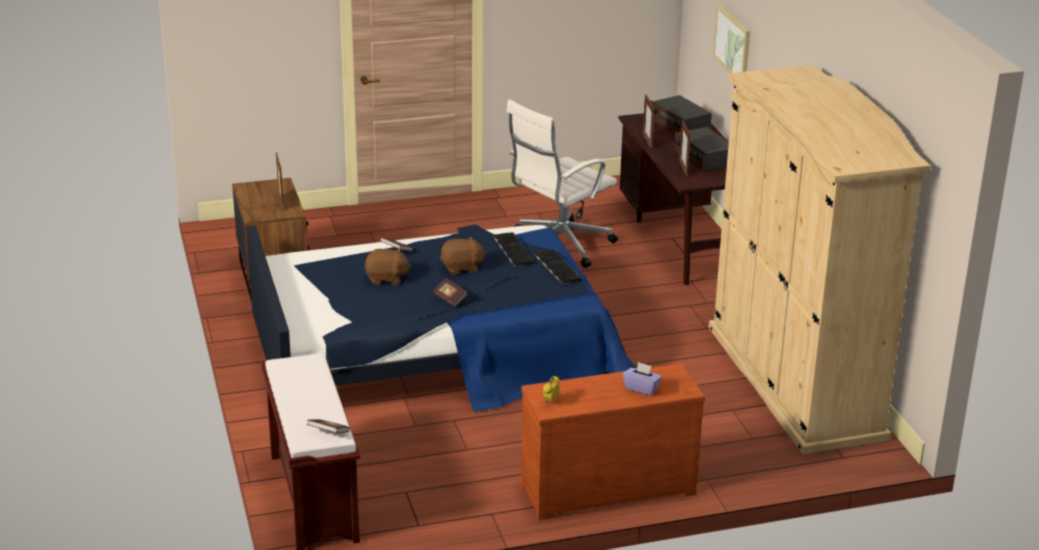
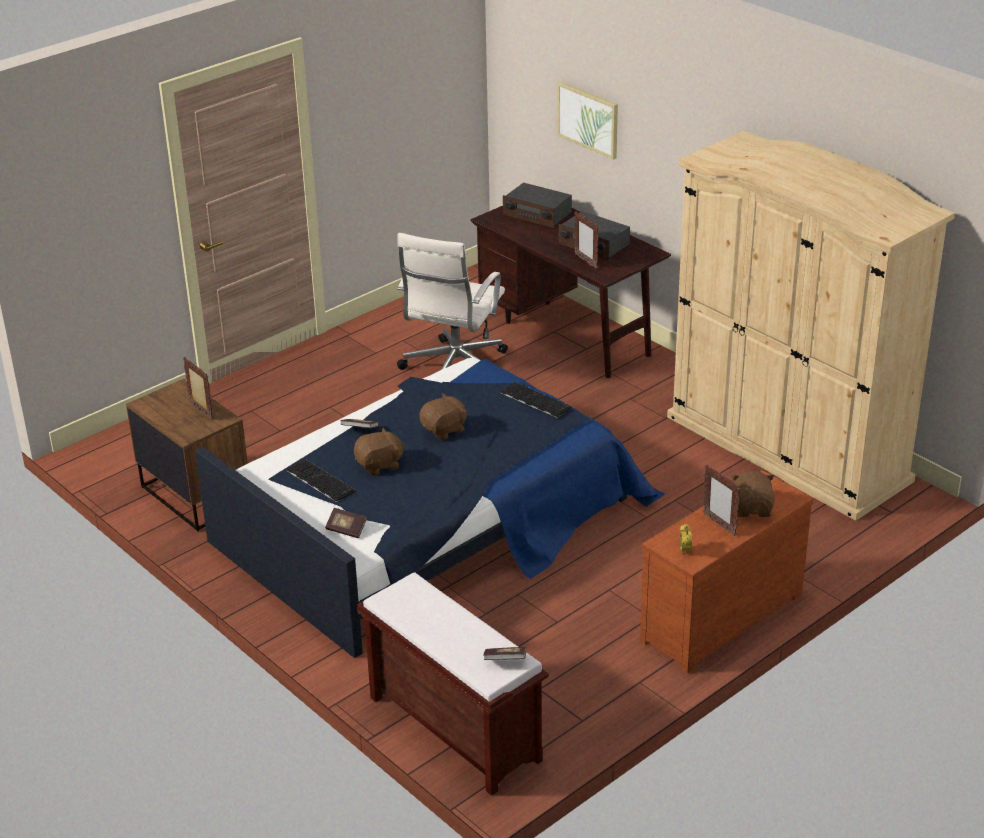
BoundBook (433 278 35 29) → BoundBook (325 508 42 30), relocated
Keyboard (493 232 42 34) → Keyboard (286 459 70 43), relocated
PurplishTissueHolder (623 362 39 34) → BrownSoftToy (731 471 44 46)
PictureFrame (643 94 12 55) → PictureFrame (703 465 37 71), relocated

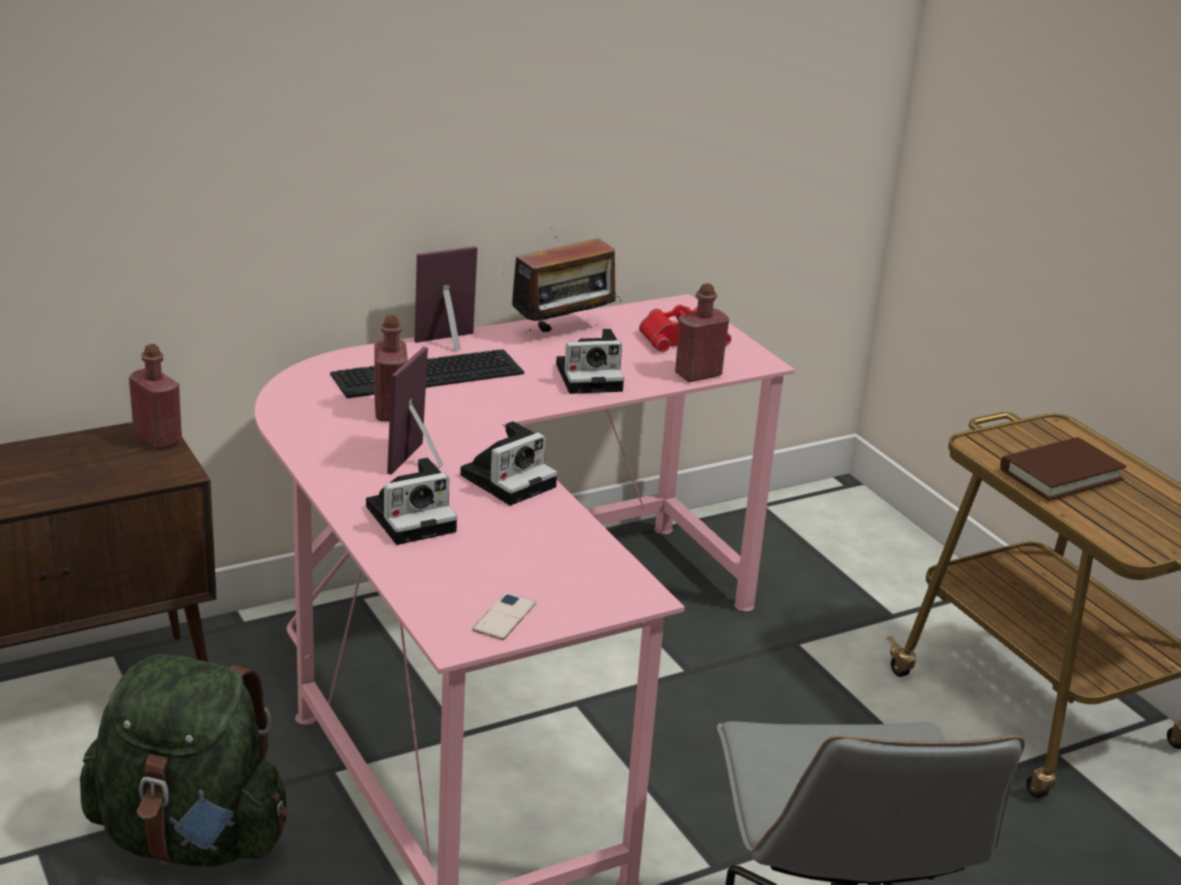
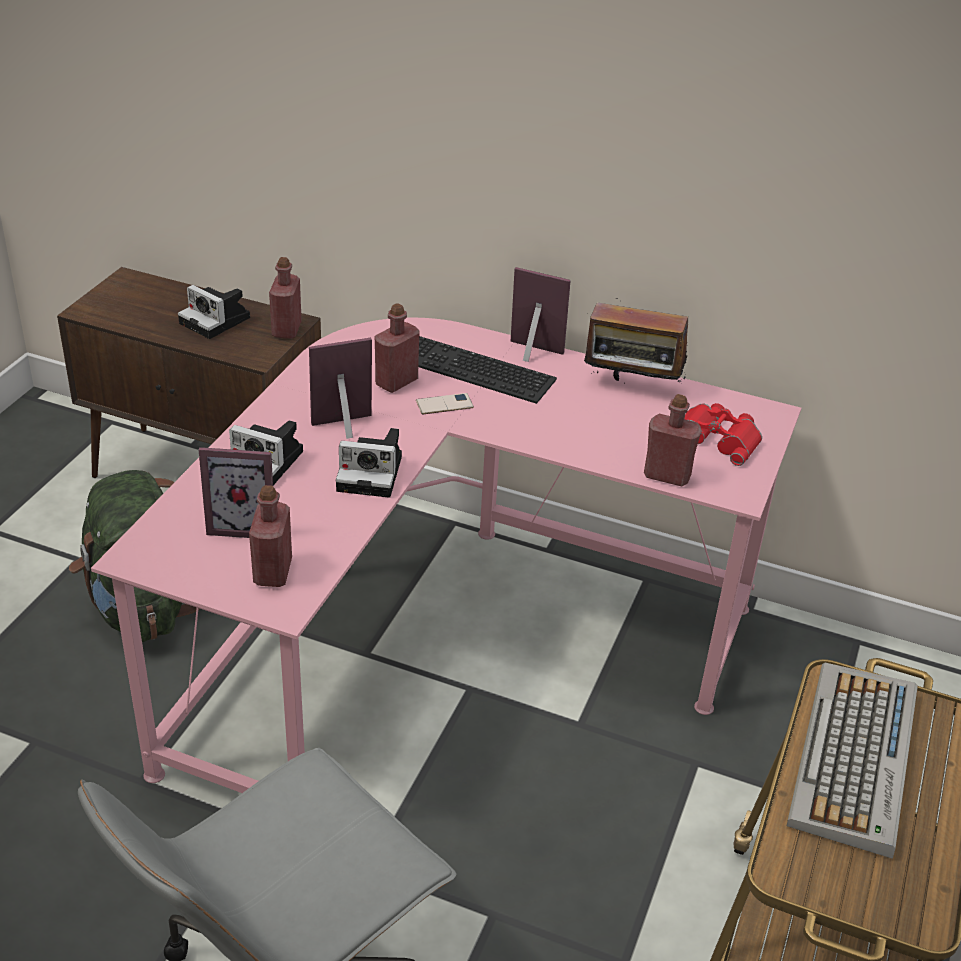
Phone (472 592 64 48) → Phone (416 393 58 21), relocated
PhotoCamera (556 329 68 65) → PhotoCamera (178 285 72 54), relocated
BrownBoundBook (1000 437 126 64) → Keyboard (787 663 131 196)
- → PictureFrame (199 447 74 91)
- → RedColouredBeverageBottle (249 485 43 102)

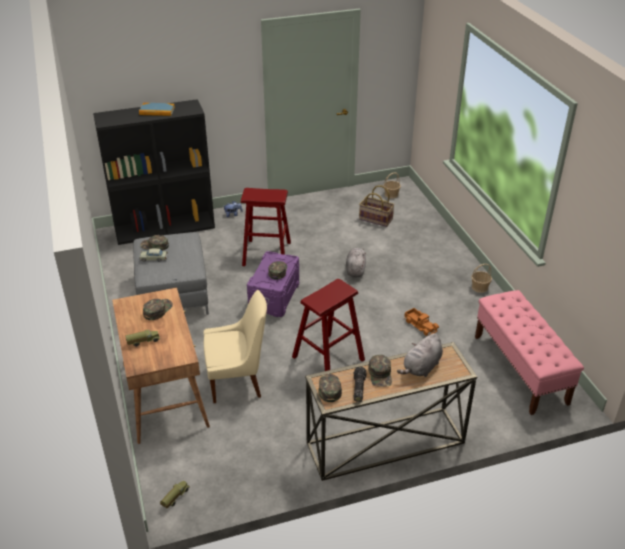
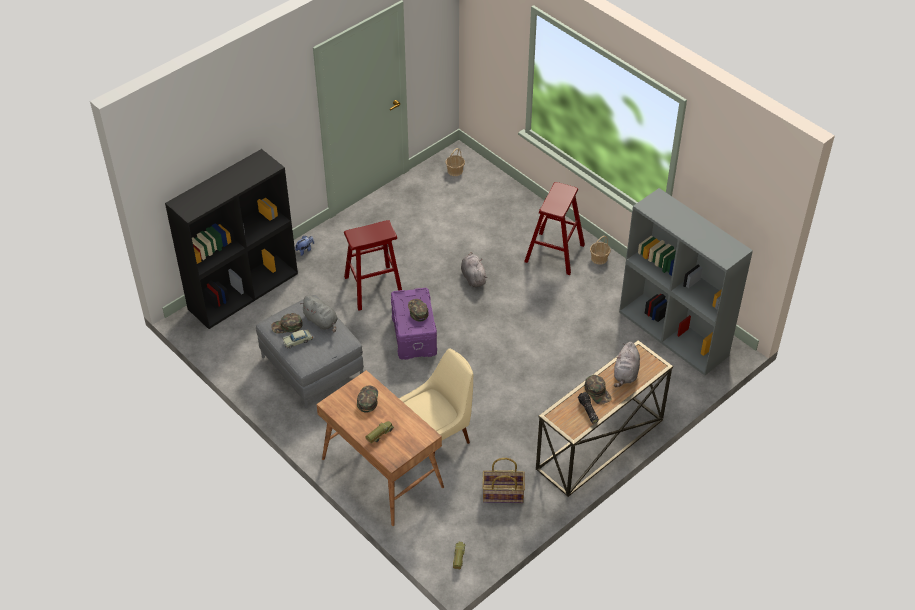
BoundBook (139 103 36 13) → -
RedColouredSittingStool (292 279 73 92) → RedColouredSittingStool (524 182 61 93), relocated
GreenColouredBaseballCap (318 374 24 28) → -
StorageBasket (359 185 36 42) → StorageBasket (483 458 42 45), relocated
ToyTruck (405 308 34 28) → -
PinkBench (475 290 109 125) → GreyBookcase (619 188 134 187)
- → GreySoftToy (300 296 38 36)

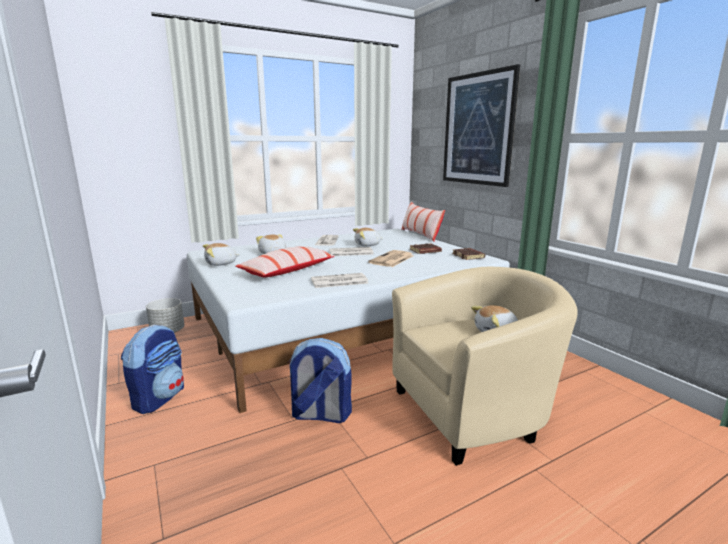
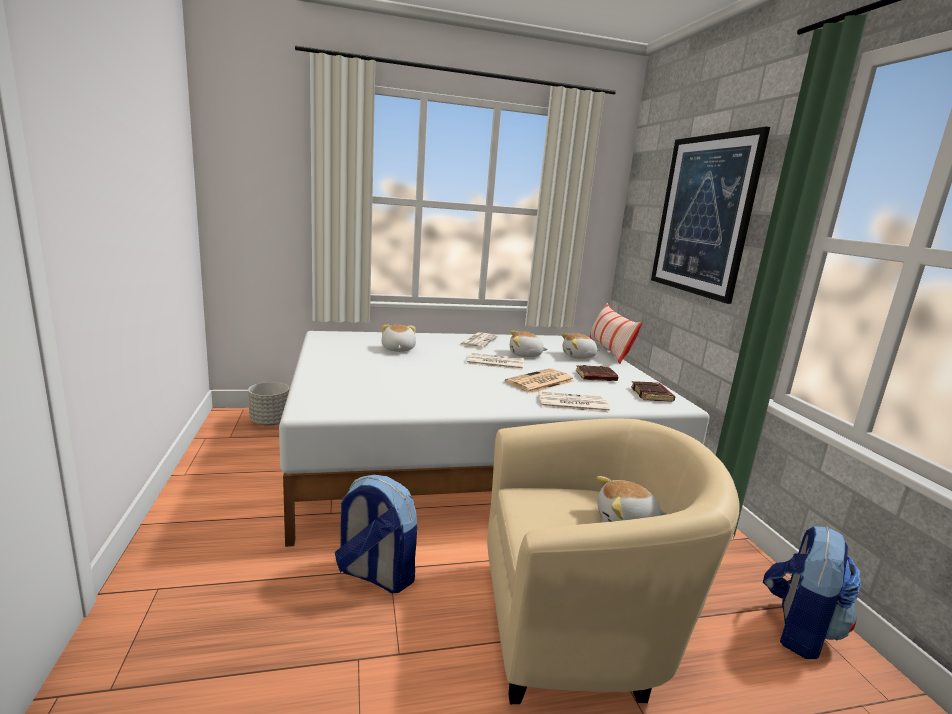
Rucksack (121 324 63 90) → Rucksack (763 526 98 133), relocated
SoftToy (203 243 37 23) → SoftToy (561 333 38 26), relocated
Cushion (235 246 100 31) → -
Newspaper (311 273 57 15) → Newspaper (538 391 72 22), relocated

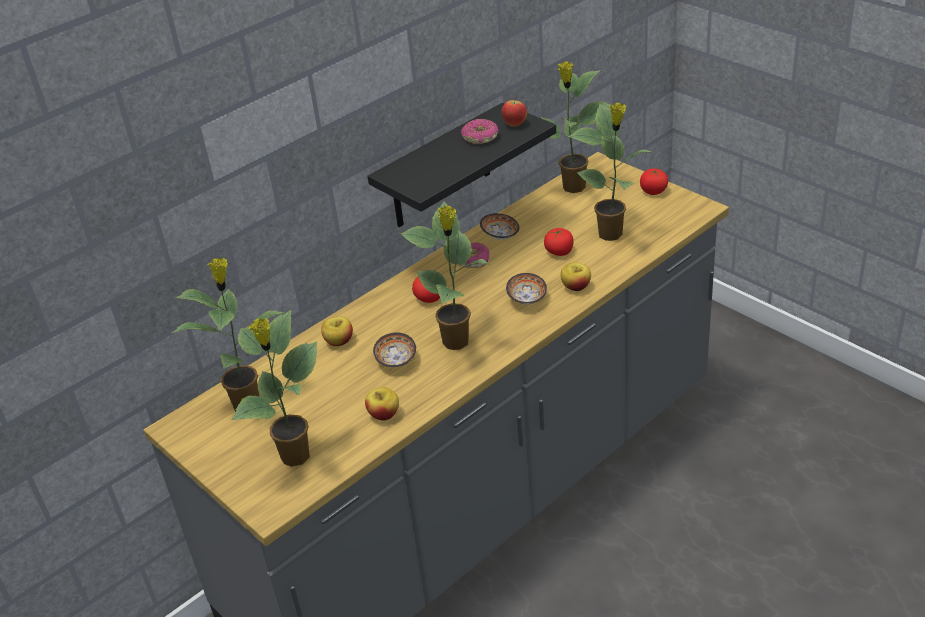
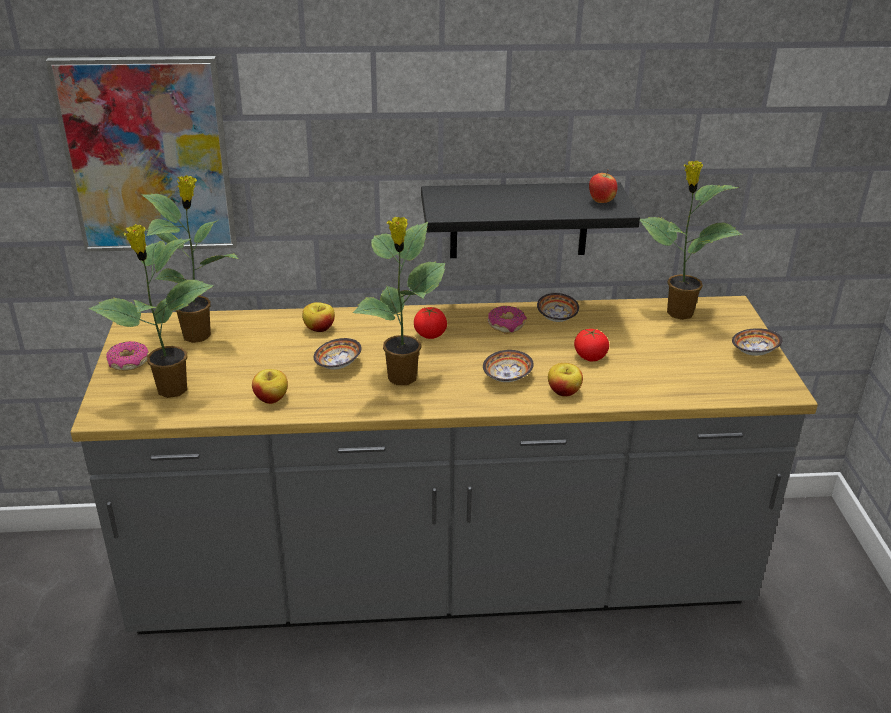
Doughnut (461 119 38 25) → Doughnut (106 341 42 30), relocated
PlantInAPot (568 103 83 138) → -
WholeTomato (640 168 29 27) → ServingBowl (732 328 50 28)
- → WallArt (46 56 191 196)

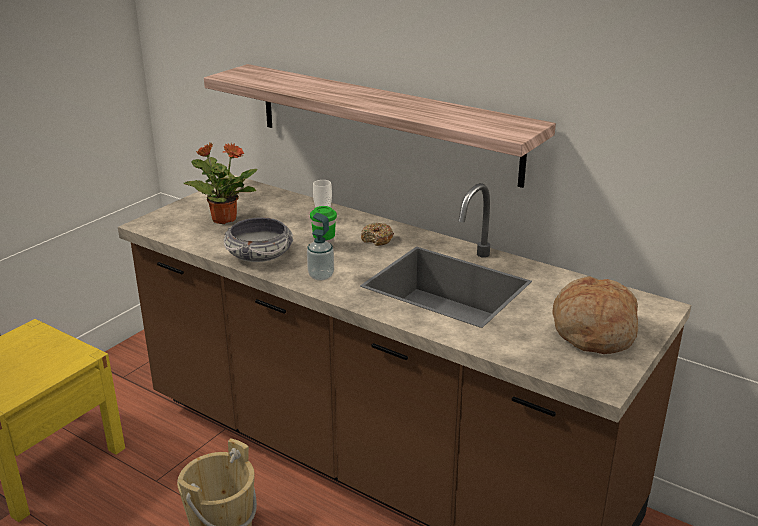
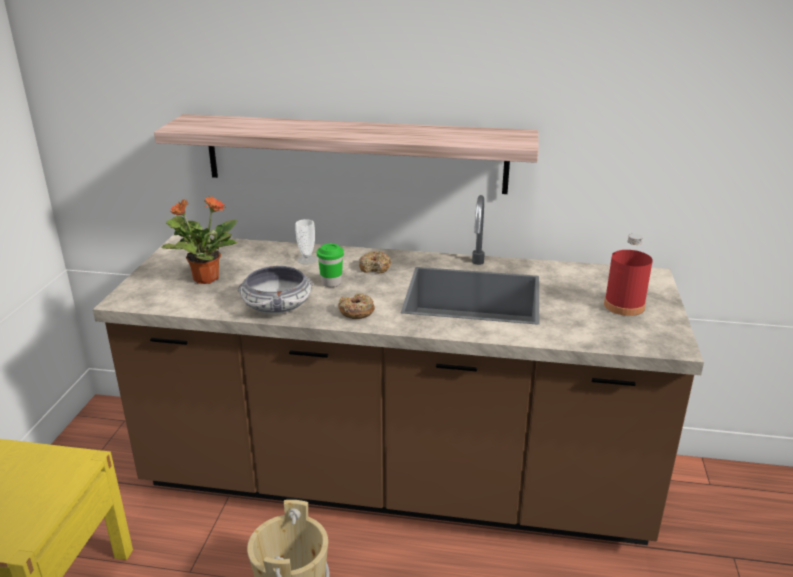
SoapBottle (307 213 27 68) → Doughnut (338 293 37 26)
Bread (552 276 86 78) → RedColouredBeverageBottle (604 234 49 82)

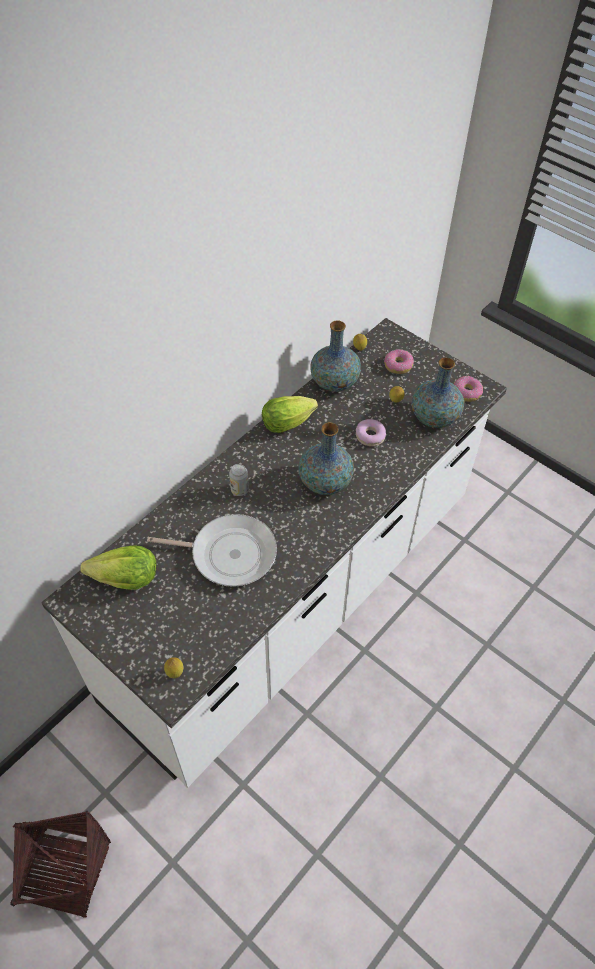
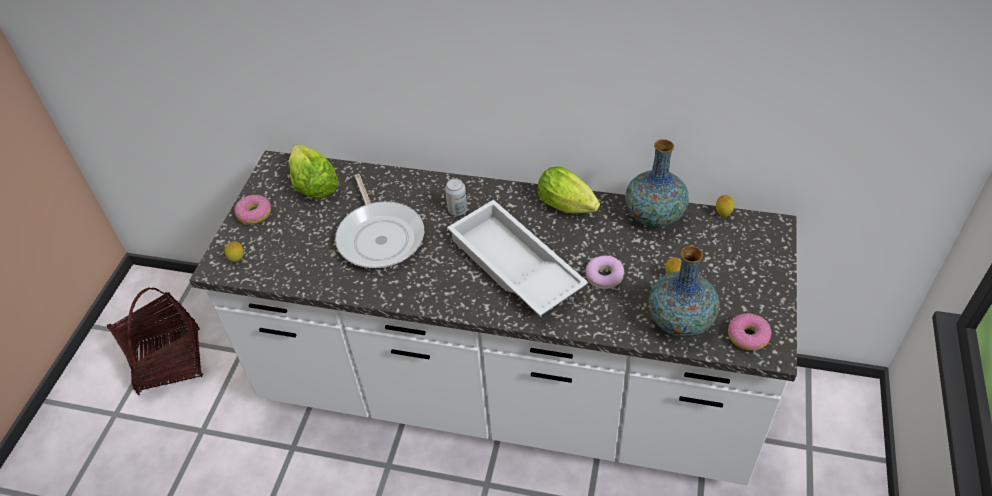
DecorativeVase (298 422 56 73) → WhiteColouredTray (447 200 141 116)
Doughnut (384 349 30 25) → Doughnut (234 195 37 29), relocated

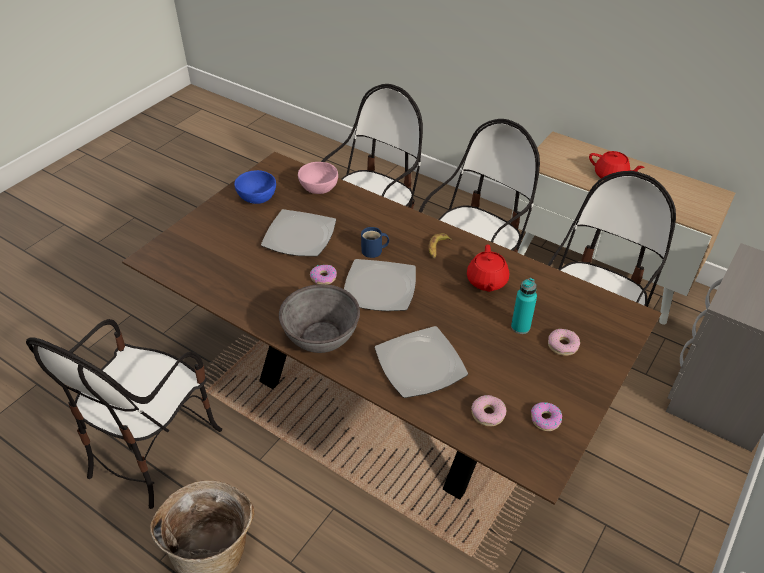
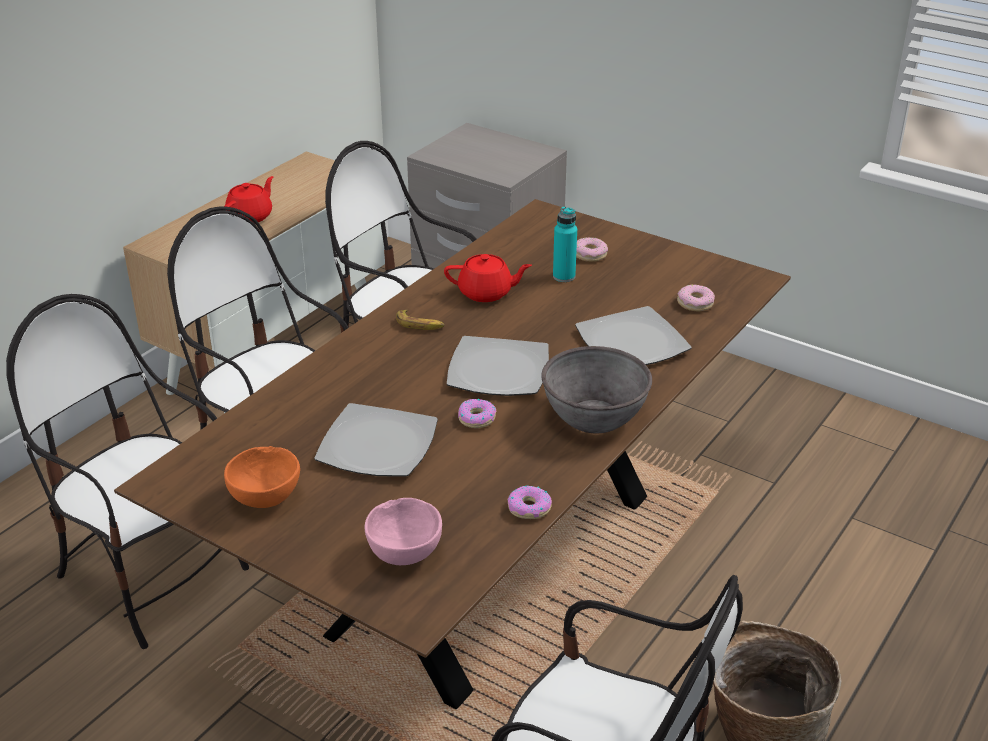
BlueColouredServingBowl (234 170 42 34) → OrangeServingBowl (224 446 76 62)
PinkServingBowl (298 162 40 32) → PinkServingBowl (365 498 77 67), relocated
BlueColouredCoffeeMug (361 227 28 31) → -
Doughnut (531 402 31 29) → Doughnut (508 485 44 34), relocated

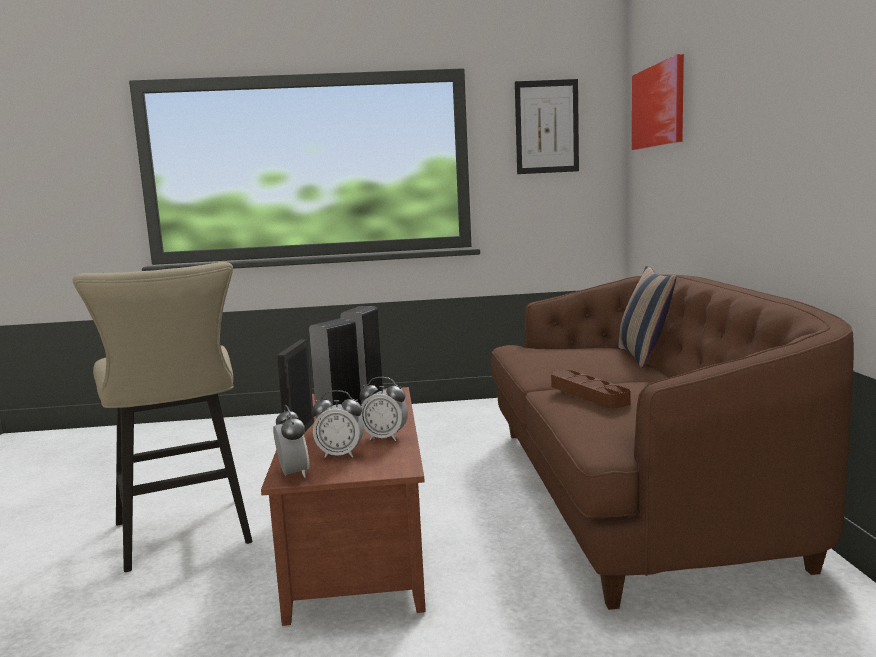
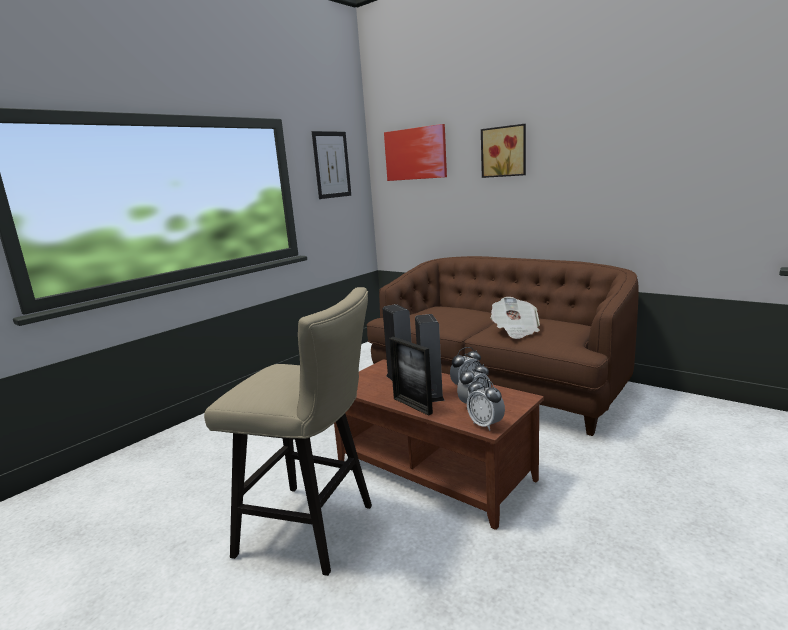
TableClock (273 405 37 73) → TableClock (467 377 38 54), 150 degrees counterclockwise
BrownTray (551 370 80 39) → Newspaper (491 297 49 42)
Cushion (617 266 59 102) → -
- → WallArt (481 124 45 54)

